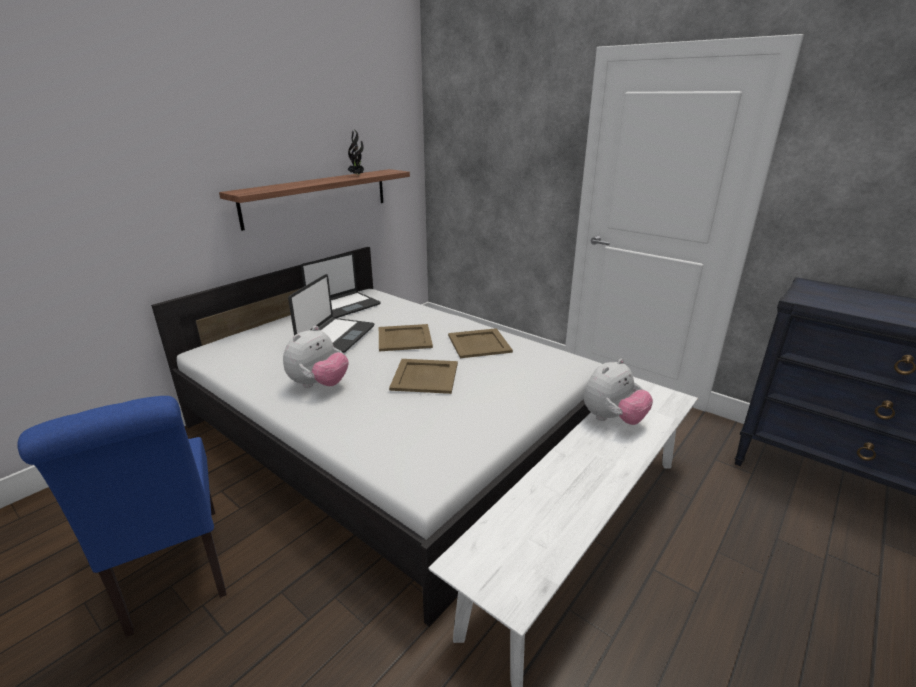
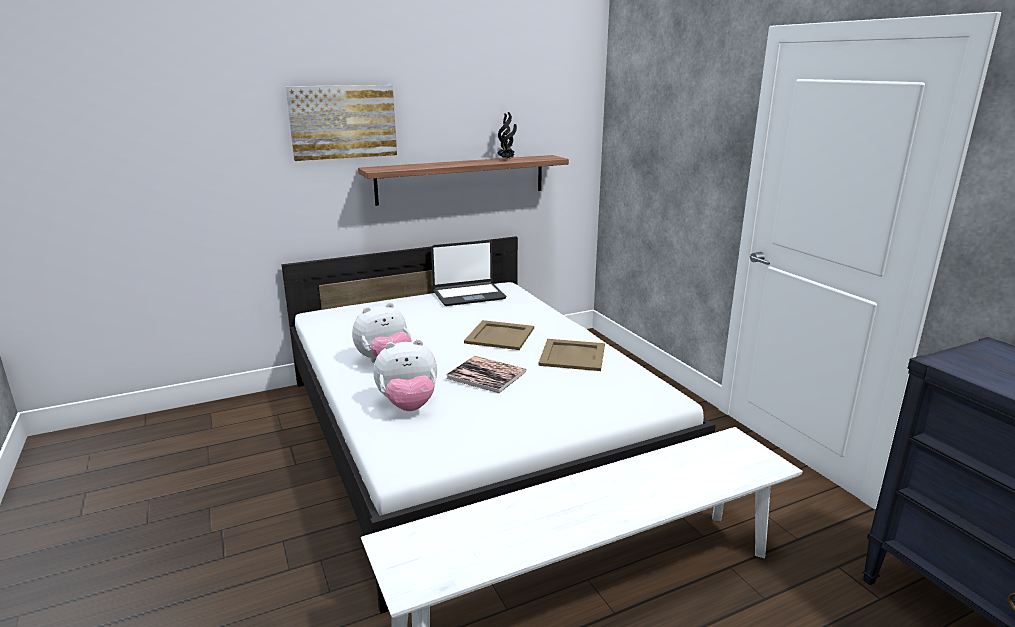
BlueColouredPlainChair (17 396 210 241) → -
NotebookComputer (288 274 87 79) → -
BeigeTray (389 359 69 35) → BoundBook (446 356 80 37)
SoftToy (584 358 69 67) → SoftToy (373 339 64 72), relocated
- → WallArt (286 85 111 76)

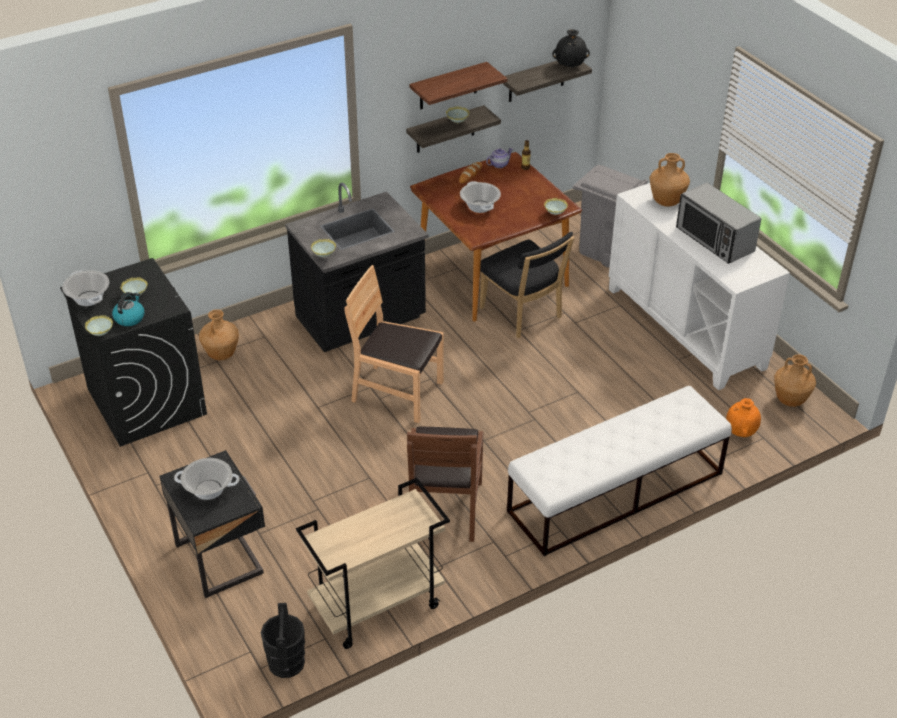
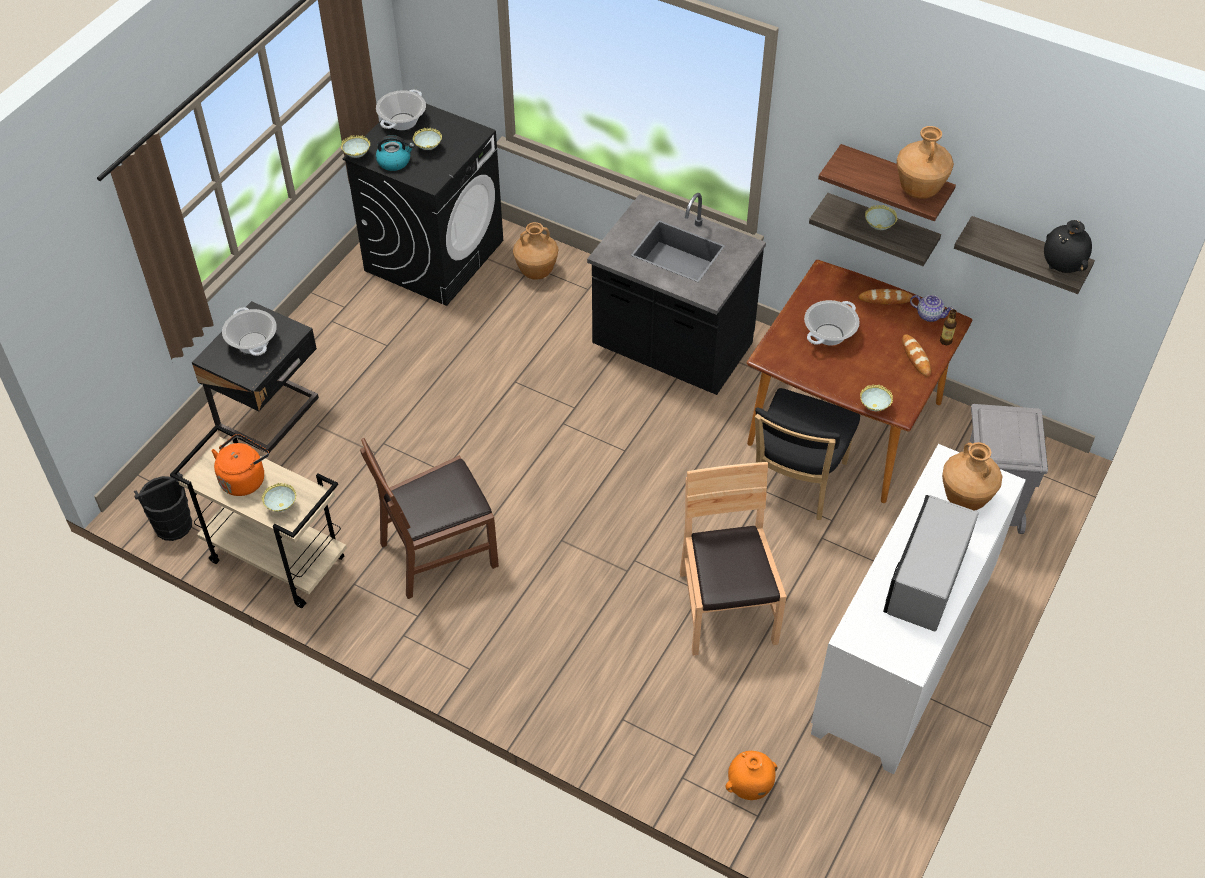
ServingBowl (311 239 25 18) → ServingBowl (262 483 34 29), relocated
BrownPlainChair (344 265 100 158) → BrownPlainChair (680 462 106 194), relocated
WhiteColouredBench (507 386 225 170) → -
BrownDecorativeVase (774 354 42 53) → BrownDecorativeVase (897 126 57 73), relocated
- → OrangeWaterKettle (211 434 58 62)
- → Bread (902 334 29 43)

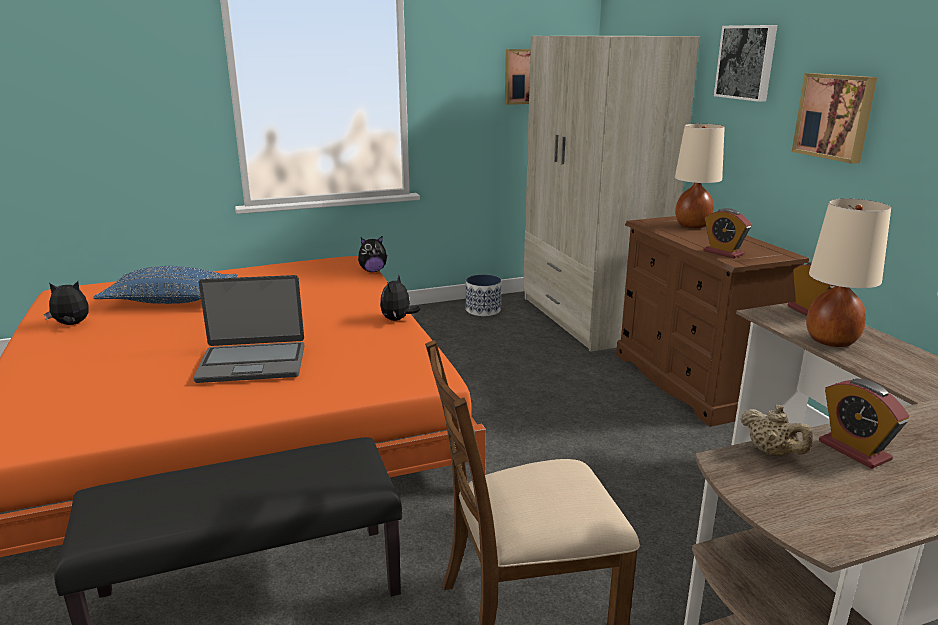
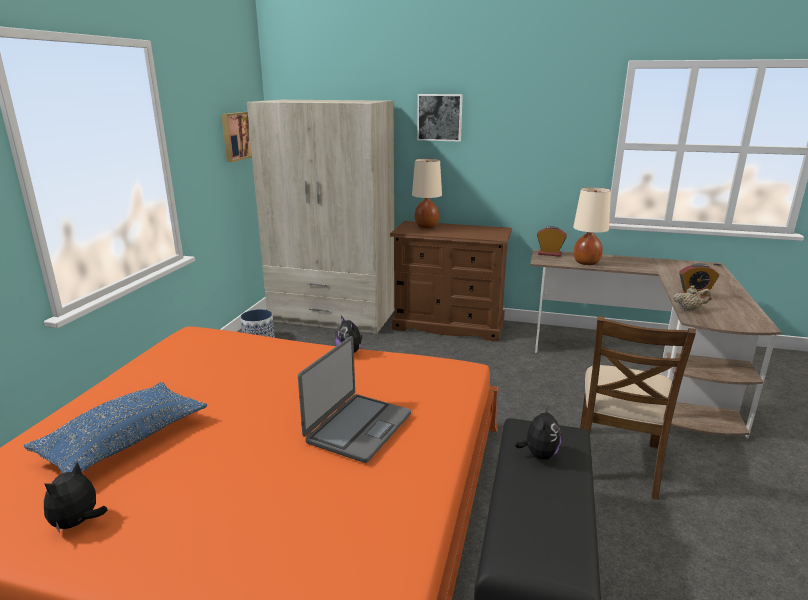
SoftToy (358 236 29 36) → SoftToy (514 405 47 55), relocated
TableClock (703 208 49 50) → -
WallArt (792 73 85 91) → -

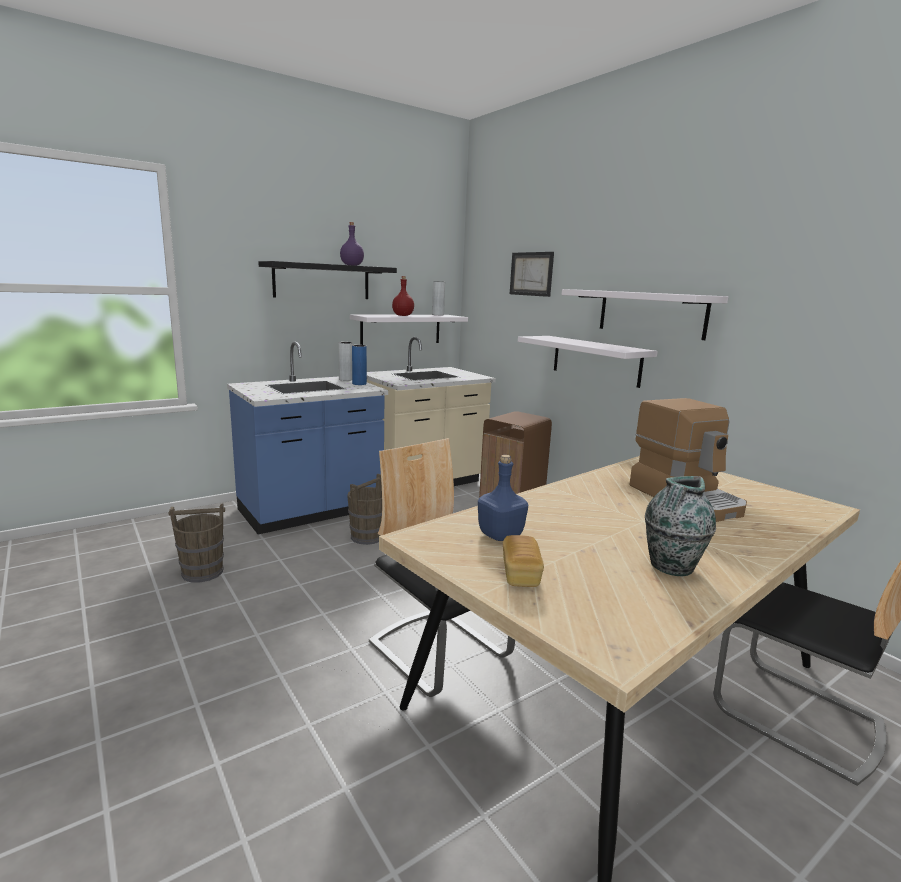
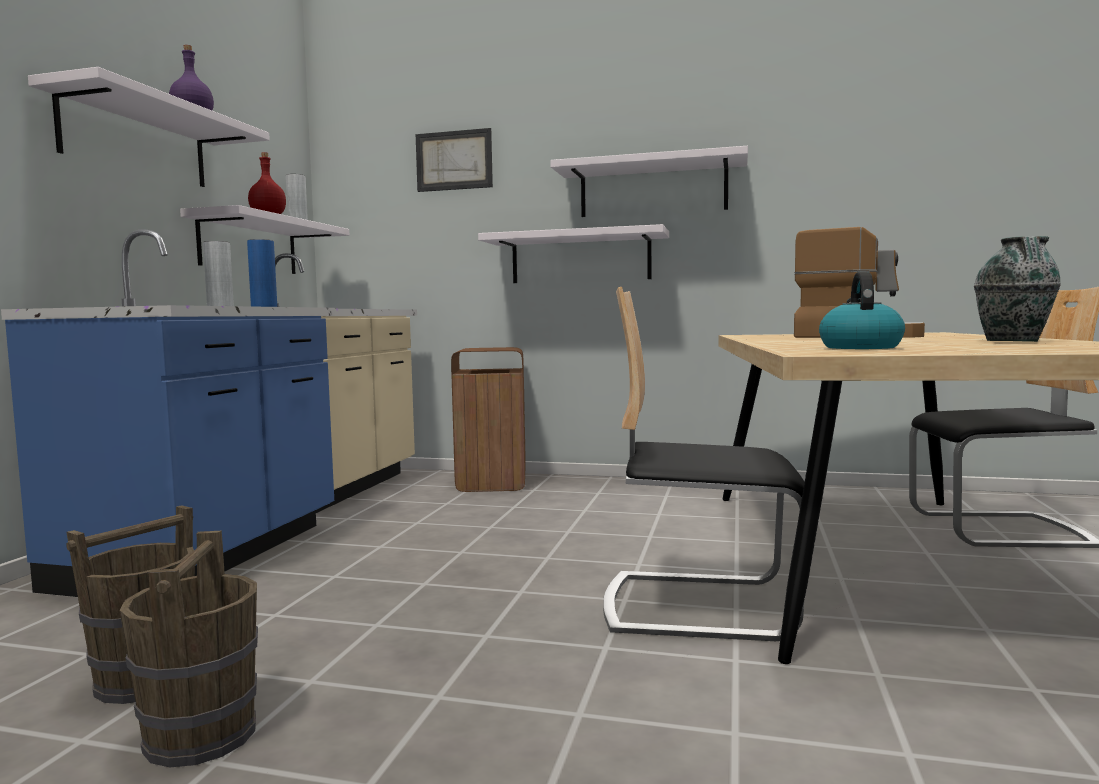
BlackColouredShelf (258 261 139 38) → WhiteColouredShelf (28 67 242 120)
BrownWaterBucket (347 474 35 71) → BrownWaterBucket (120 531 138 236), relocated
BlueColouredBeverageBottle (478 455 50 86) → WaterKettle (819 271 86 78)
Bread (503 535 41 52) → -

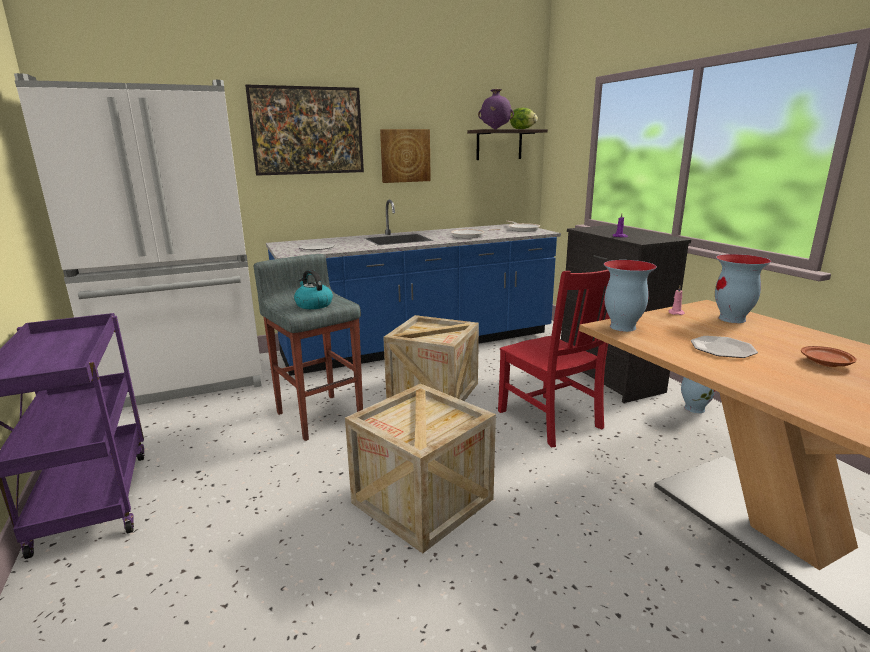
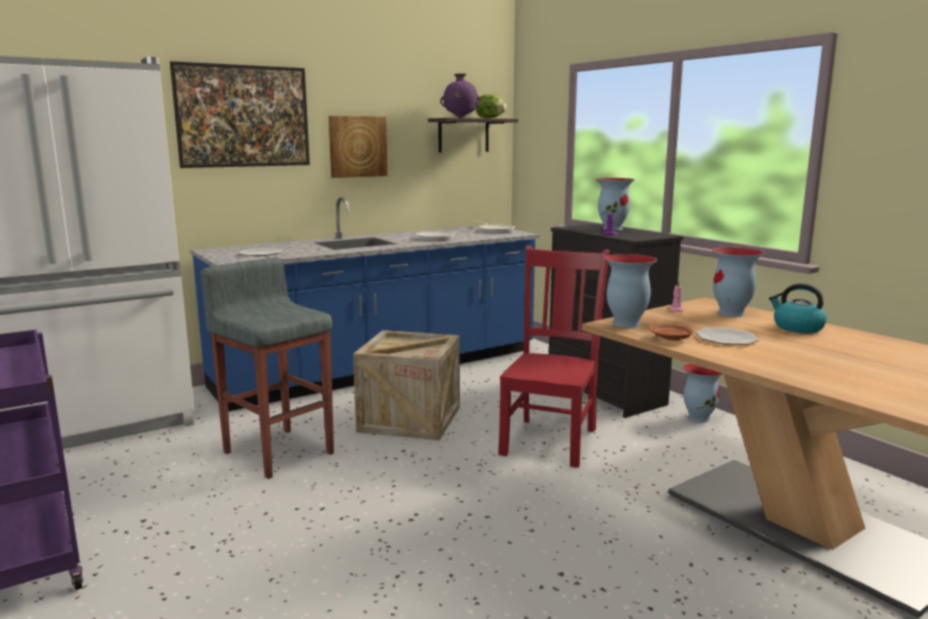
WaterKettle (294 270 39 39) → WaterKettle (769 283 58 50), relocated
PackingCrate (345 384 151 169) → -
RedColouredPlainChair (498 269 112 179) → RedColouredPlainChair (498 245 112 223), 120 degrees counterclockwise
BrownPlate (801 346 56 21) → BrownPlate (650 324 44 17), relocated
- → DecorativeVase (596 178 39 52)

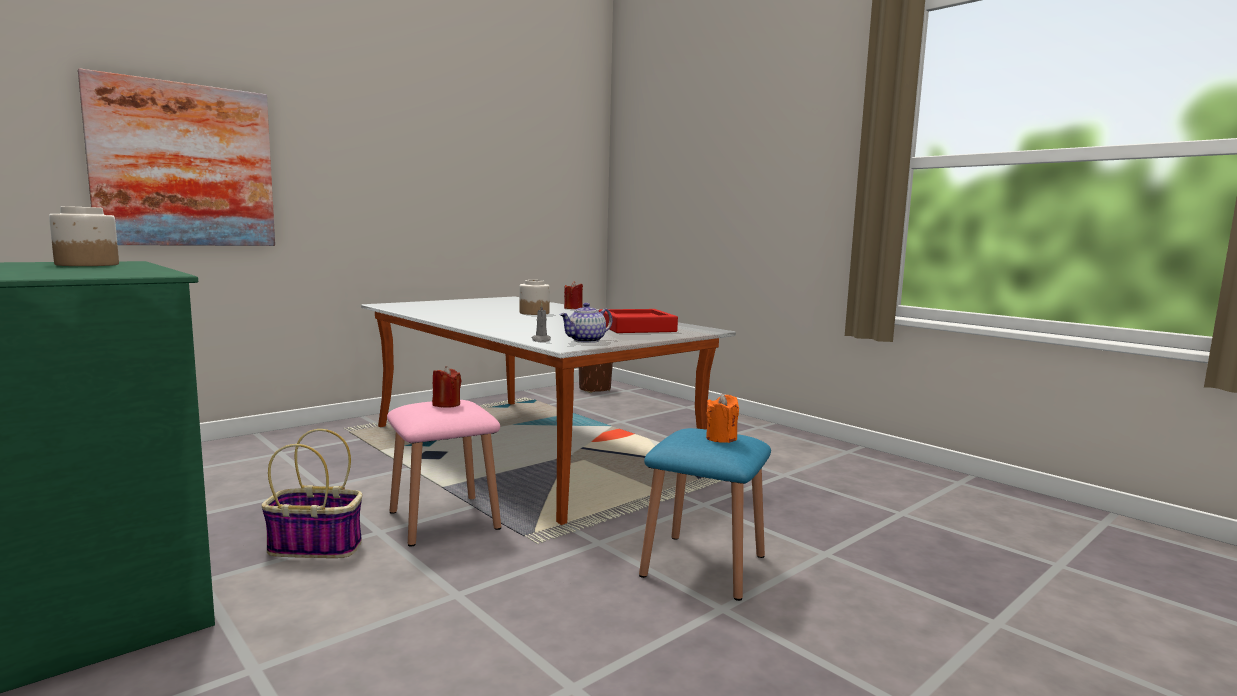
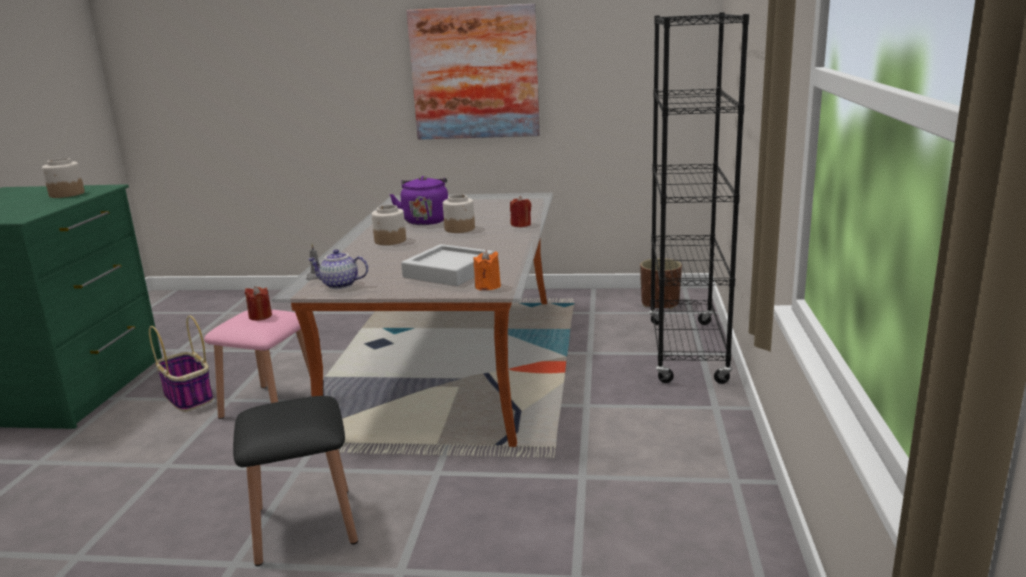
WallArt (78 68 197 178) → WallArt (407 4 133 136), relocated
RedColouredTray (599 309 79 24) → GreyTray (401 244 93 42)
BlueColouredSittingStool (639 428 132 173) → BlackColouredSittingStool (233 396 125 170)
OrangeWaxCandle (706 393 33 50) → OrangeWaxCandle (473 250 28 40), relocated
- → PreserveJar (371 205 35 40)
- → PurplishWaterKettle (390 176 58 49)
- → BlackColouredBookcase (649 12 100 372)

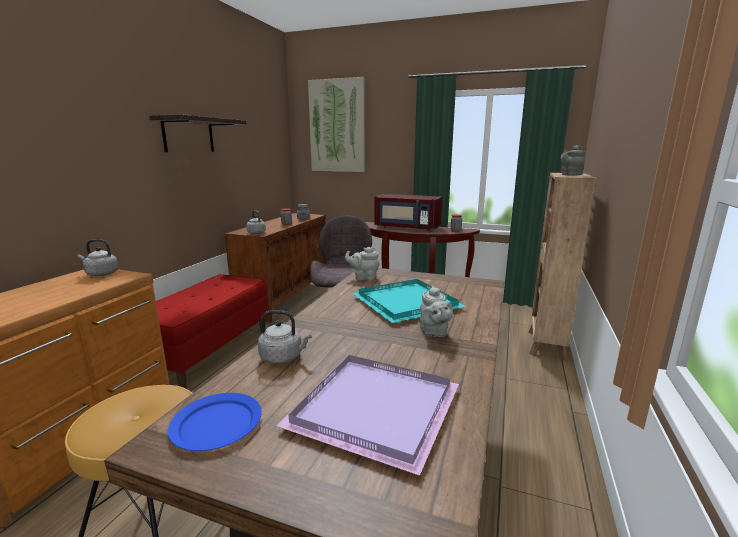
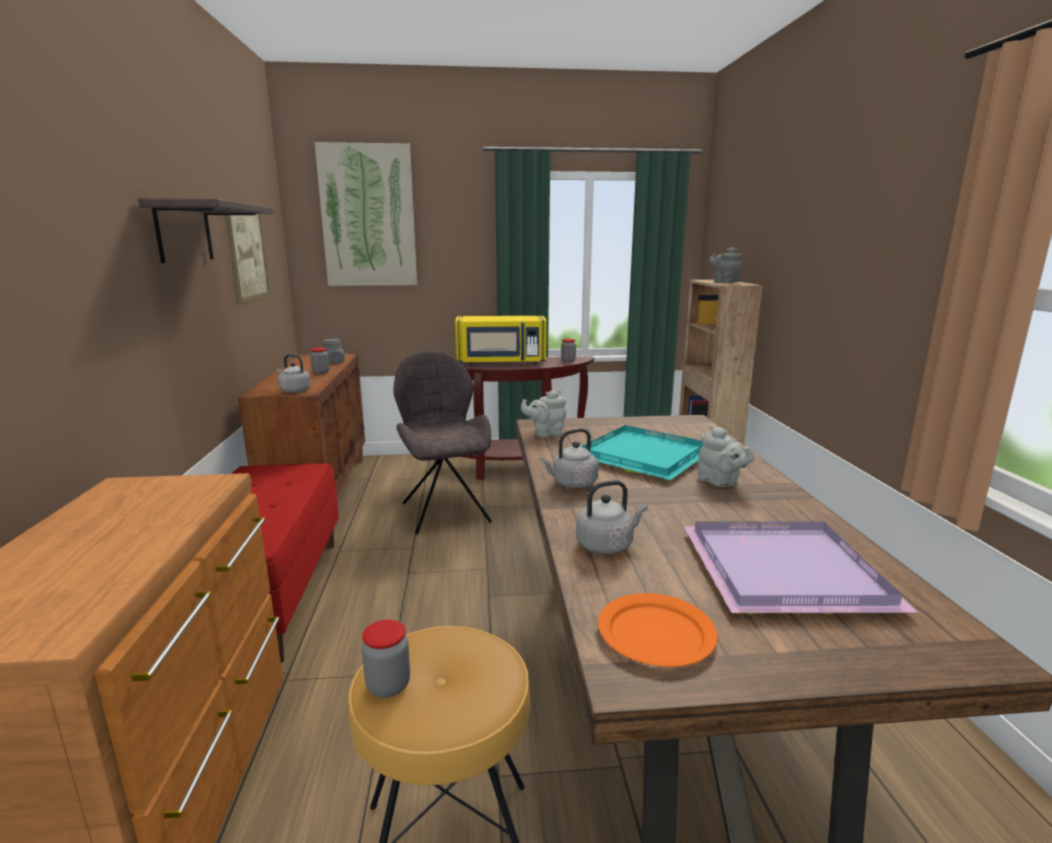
GreyWaterKettle (78 239 40 37) → GreyWaterKettle (541 429 58 59), relocated
BlueColouredPlate (168 393 94 58) → OrangePlate (598 593 120 74)
RedColouredMicrowaveOven (374 194 68 37) → YellowishMicrowaveOven (455 316 92 49)
- → WallArt (225 214 46 91)
- → PreserveJar (362 620 48 78)

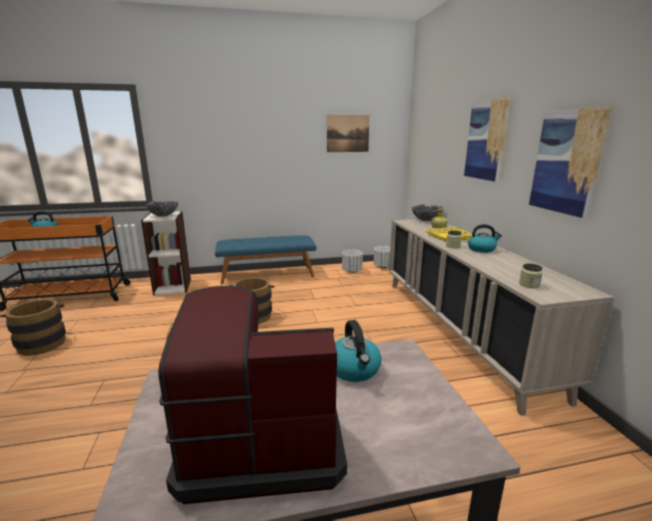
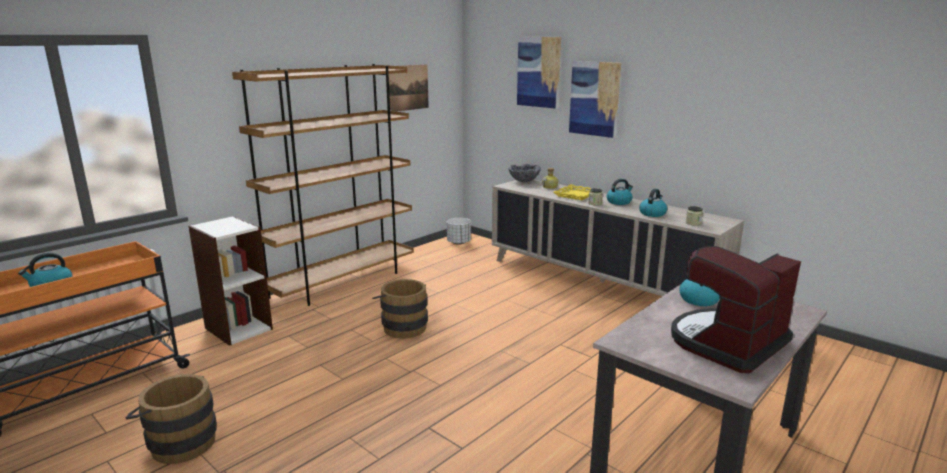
ServingBowl (146 201 32 16) → -
BlueColouredBench (215 235 101 50) → BrownBookcase (232 64 182 242)
WhiteColouredPlantPot (342 250 21 23) → -
WallArt (529 107 83 111) → WallArt (517 37 44 72), relocated
- → WaterKettle (639 189 28 28)

